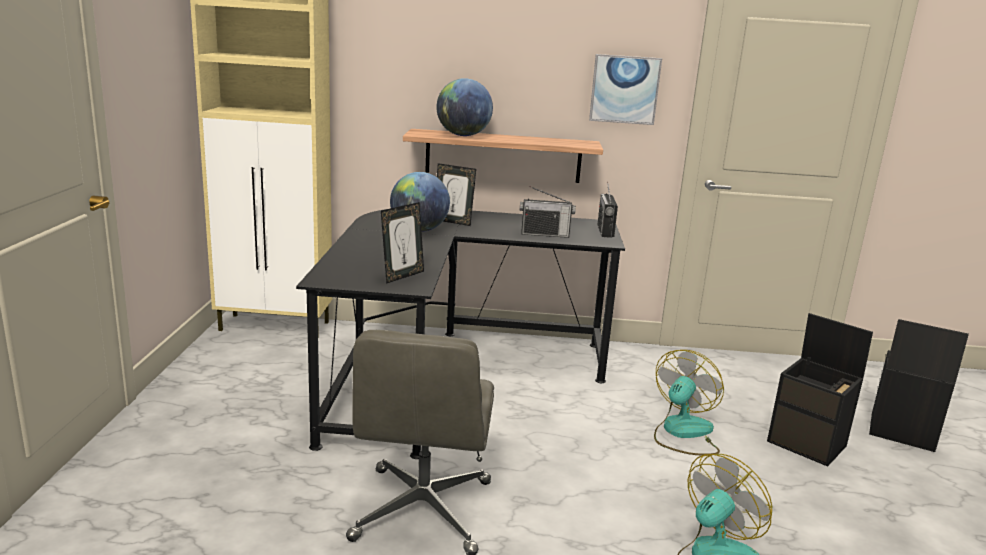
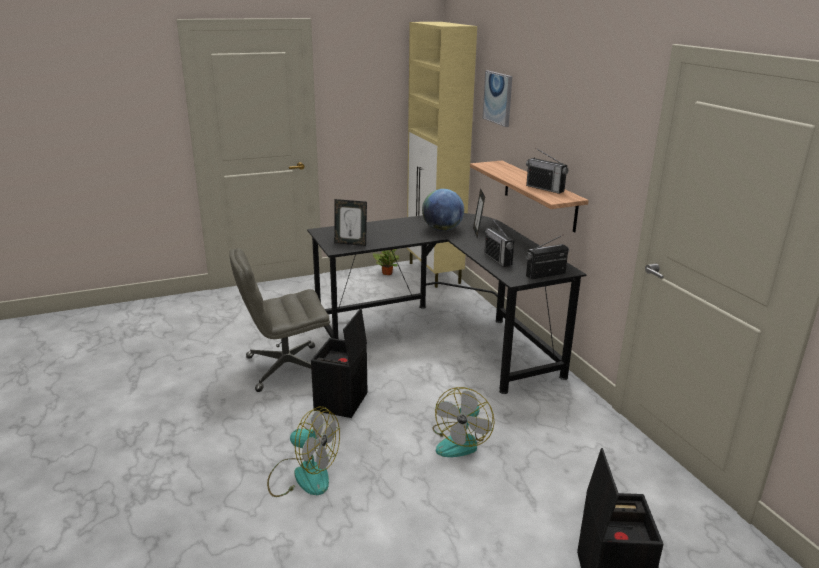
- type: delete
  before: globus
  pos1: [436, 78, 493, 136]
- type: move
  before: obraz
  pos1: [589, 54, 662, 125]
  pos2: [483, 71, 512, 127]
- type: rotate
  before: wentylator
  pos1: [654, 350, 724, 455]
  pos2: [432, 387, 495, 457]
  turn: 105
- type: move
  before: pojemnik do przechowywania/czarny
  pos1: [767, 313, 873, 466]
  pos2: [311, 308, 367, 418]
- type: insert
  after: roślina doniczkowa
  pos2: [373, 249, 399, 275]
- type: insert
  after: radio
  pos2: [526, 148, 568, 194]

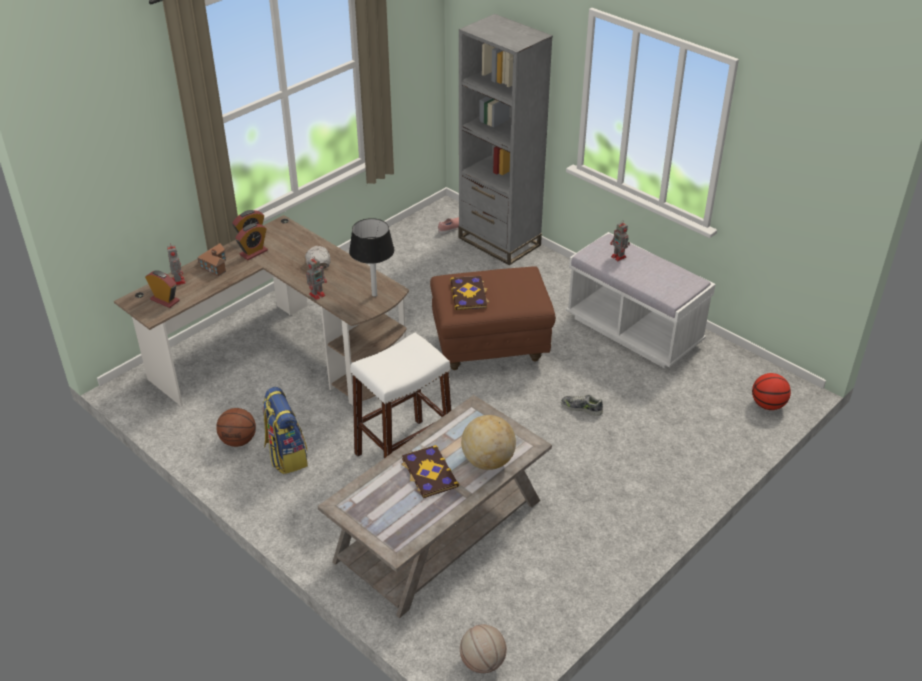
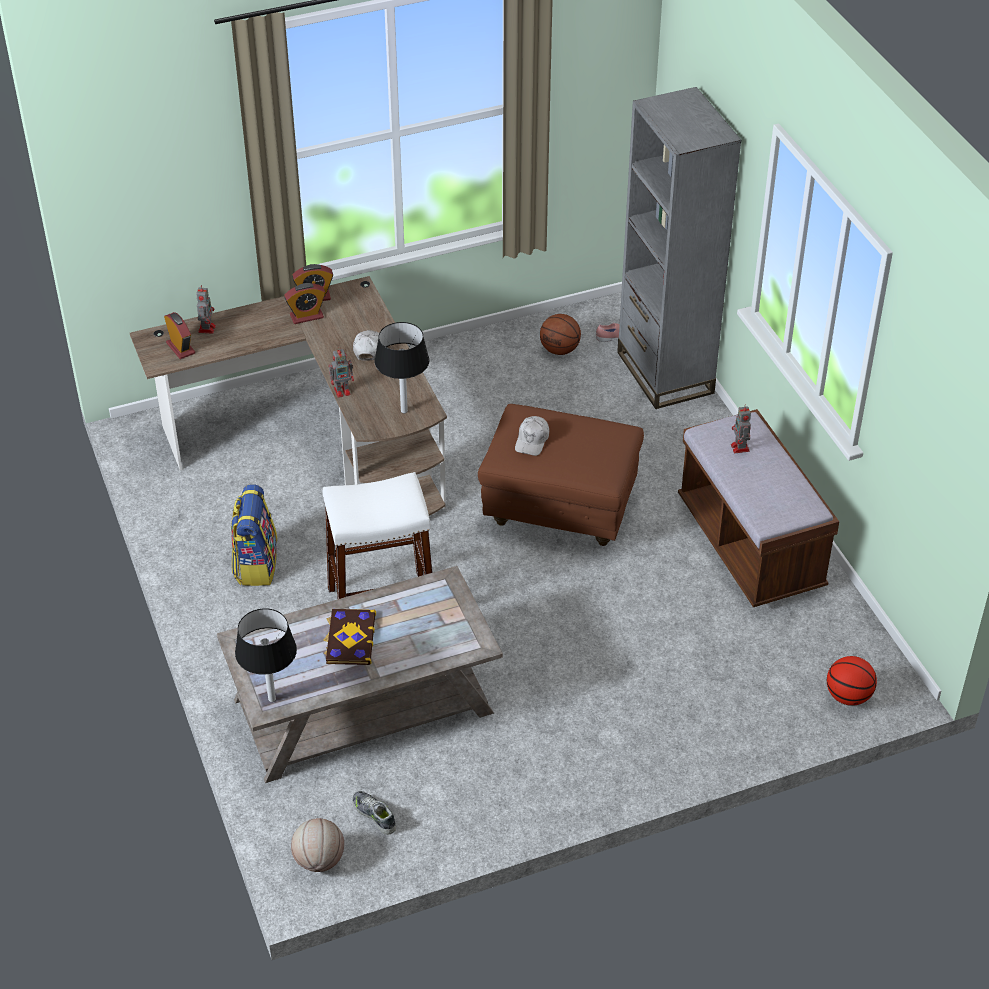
- type: delete
  before: domek
  pos1: [197, 243, 226, 277]
- type: move
  before: piłka do koszykówki
  pos1: [216, 408, 256, 447]
  pos2: [540, 314, 581, 355]
- type: replace
  before: książka
  after: czapka z daszkiem/biały
  pos1: [450, 276, 490, 310]
  pos2: [515, 416, 549, 456]
- type: delete
  before: globus
  pos1: [461, 415, 516, 470]
- type: move
  before: but
  pos1: [561, 394, 603, 416]
  pos2: [352, 791, 396, 835]
- type: recolor
  before: ławka/biały
  after: ławka/brązowy
  pos1: [566, 232, 716, 368]
  pos2: [678, 409, 839, 607]
- type: insert
  after: lampa stołowa/czarny
  pos2: [235, 608, 297, 702]

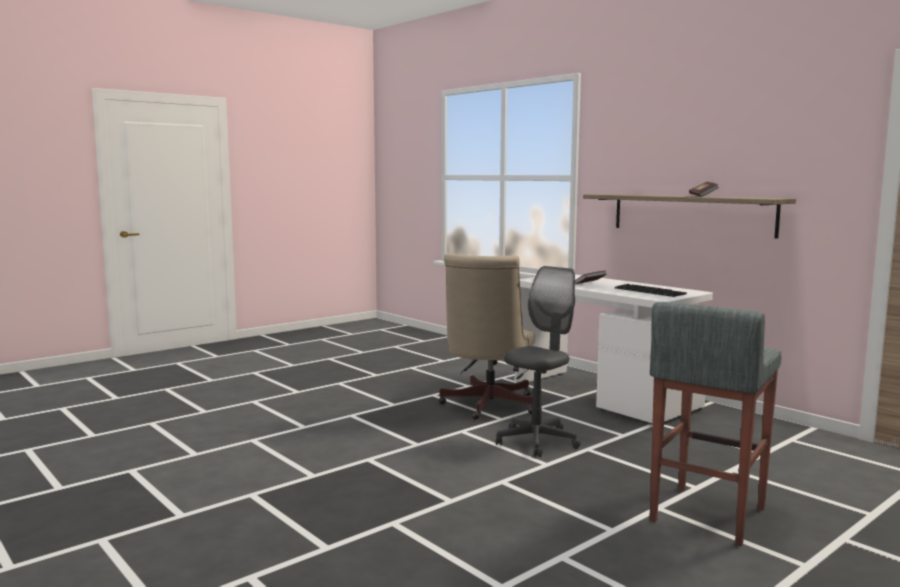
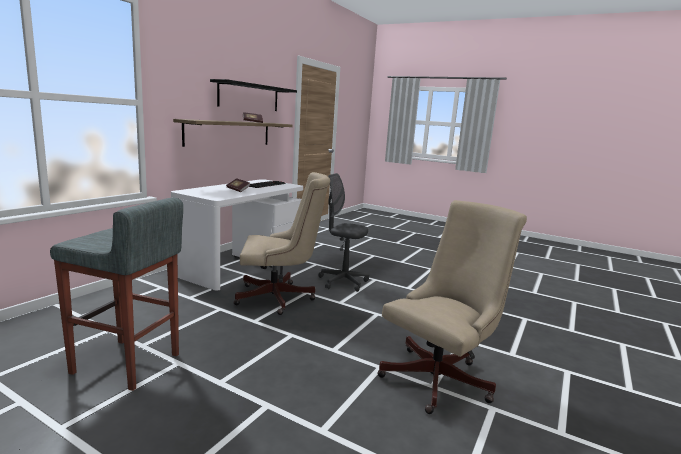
- type: move
  before: stołek/szary
  pos1: [649, 302, 781, 546]
  pos2: [50, 198, 183, 391]
- type: insert
  after: półka/czarny
  pos2: [210, 79, 297, 111]
- type: insert
  after: krzesło biurowe/beżowy
  pos2: [377, 200, 527, 414]

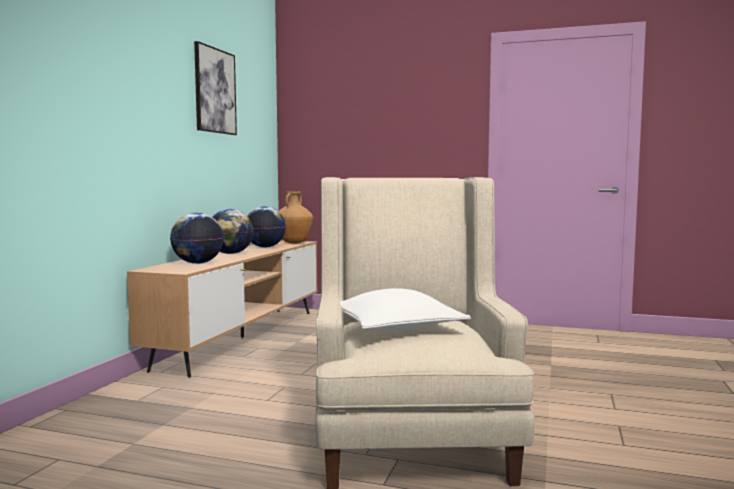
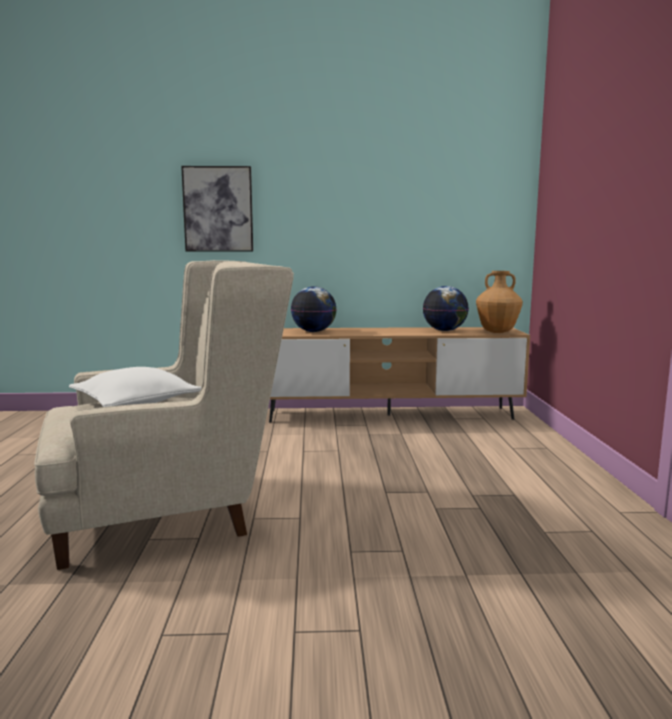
- type: move
  before: obraz
  pos1: [194, 41, 237, 135]
  pos2: [181, 166, 253, 252]
- type: delete
  before: globus
  pos1: [213, 209, 253, 254]

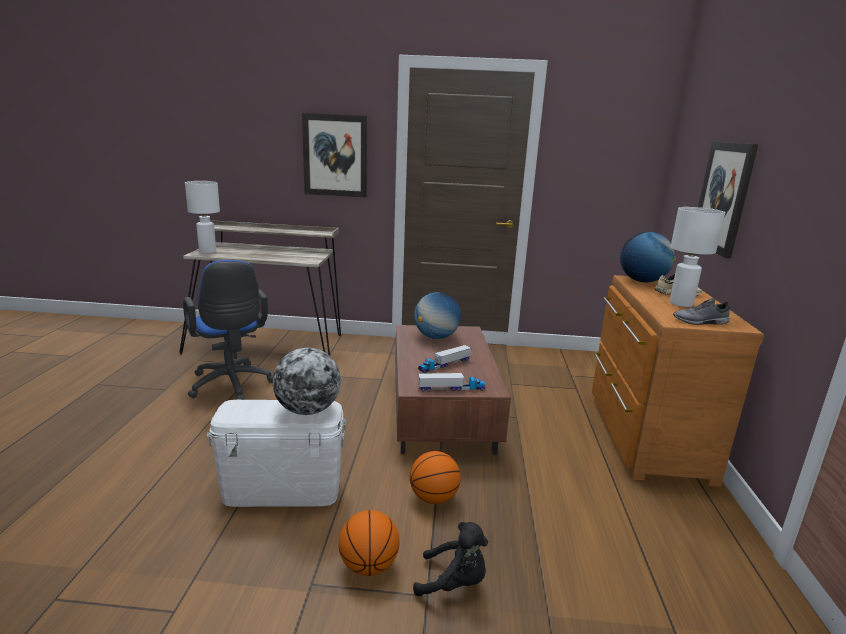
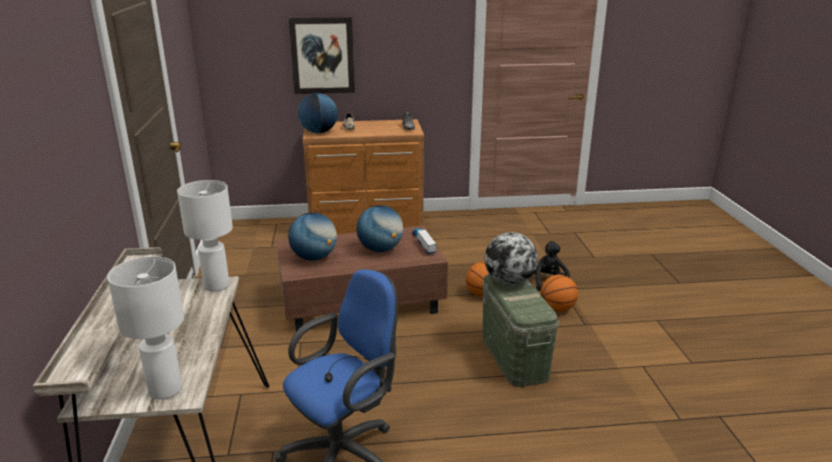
- type: recolor
  before: pojemnik do przechowywania/biały
  after: pojemnik do przechowywania/zielony
  pos1: [207, 400, 346, 507]
  pos2: [482, 273, 559, 387]
- type: delete
  before: obraz
  pos1: [302, 113, 368, 197]
- type: replace
  before: ciężarówka zabawkowa
  after: globus
  pos1: [418, 345, 471, 373]
  pos2: [357, 205, 403, 252]
- type: move
  before: lampa stołowa/biały
  pos1: [670, 207, 725, 307]
  pos2: [177, 180, 233, 292]

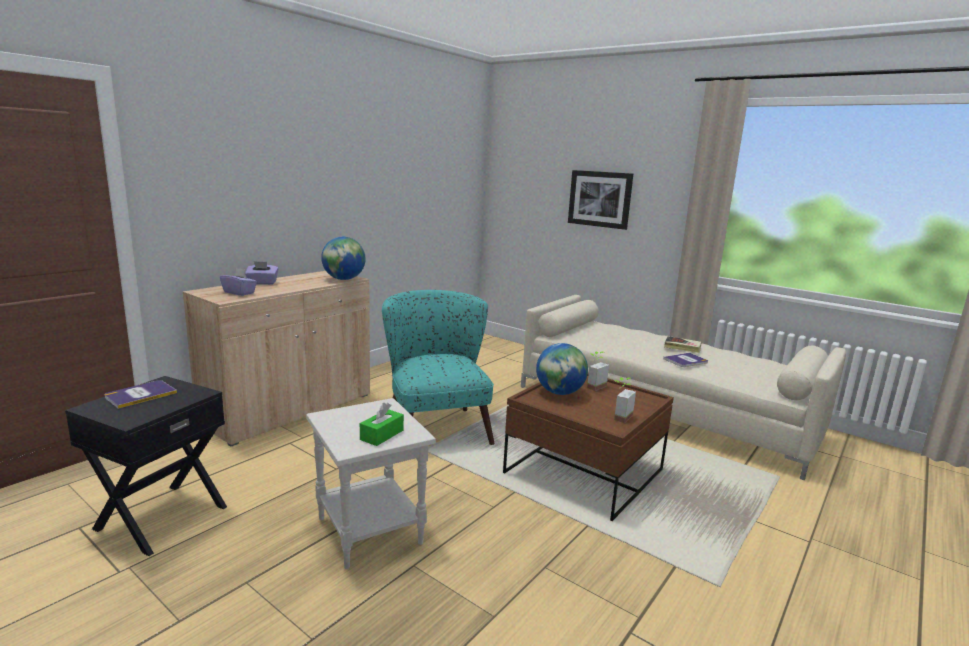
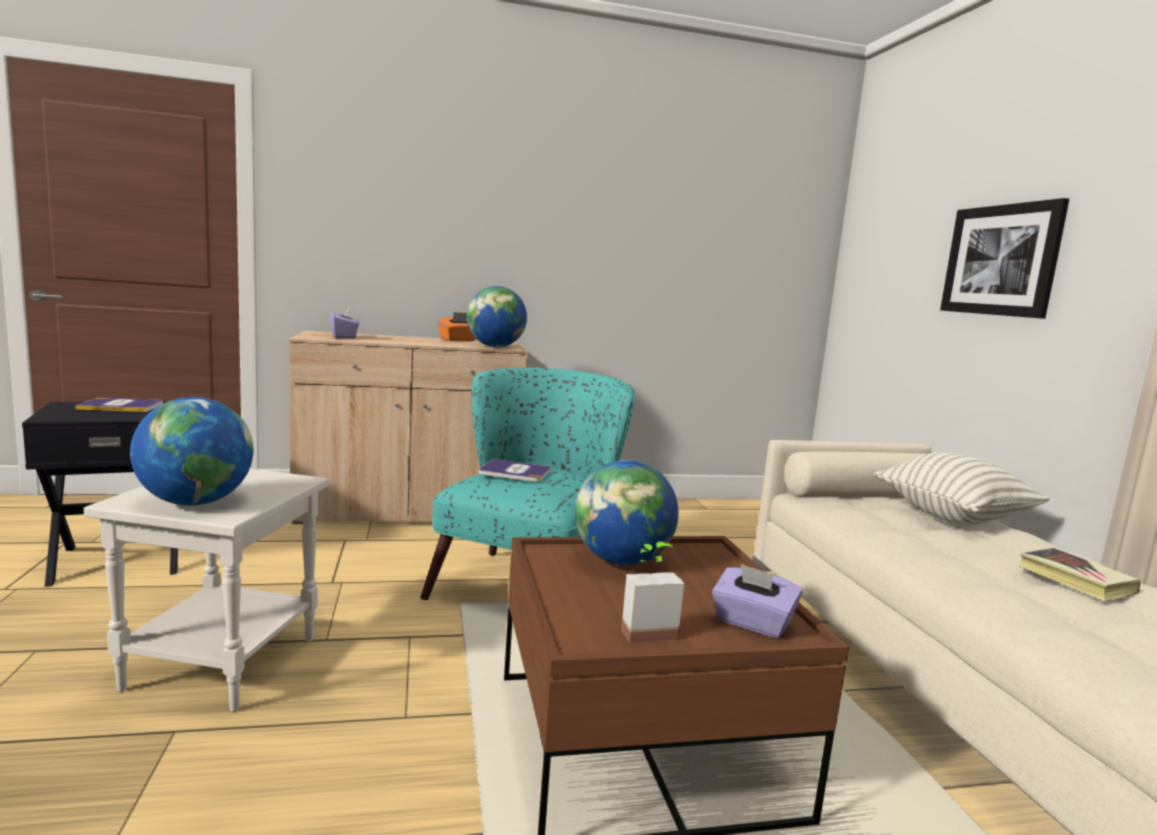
- type: move
  before: pudełko chusteczek/fioletowy
  pos1: [245, 261, 279, 285]
  pos2: [712, 564, 802, 638]
- type: replace
  before: pudełko chusteczek/zielony
  after: globus
  pos1: [360, 403, 404, 446]
  pos2: [130, 397, 253, 506]
- type: delete
  before: roślina doniczkowa
  pos1: [587, 352, 609, 391]
- type: move
  before: książka
  pos1: [663, 353, 708, 367]
  pos2: [479, 459, 551, 482]
- type: insert
  after: pudełko chusteczek/pomarańczowy
  pos2: [438, 312, 476, 341]
- type: insert
  after: poduszka
  pos2: [874, 452, 1050, 525]

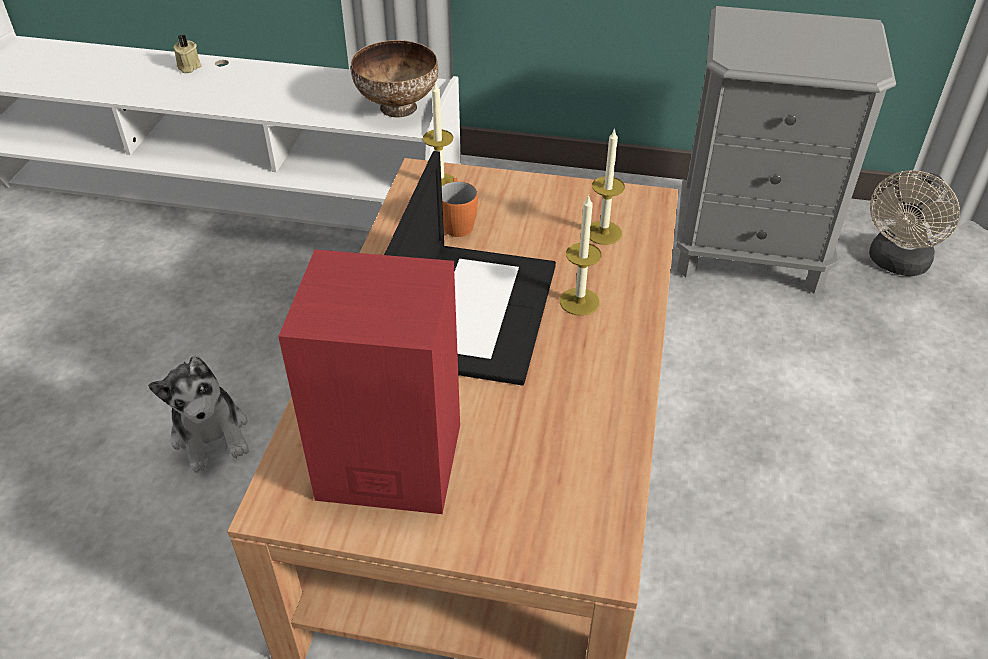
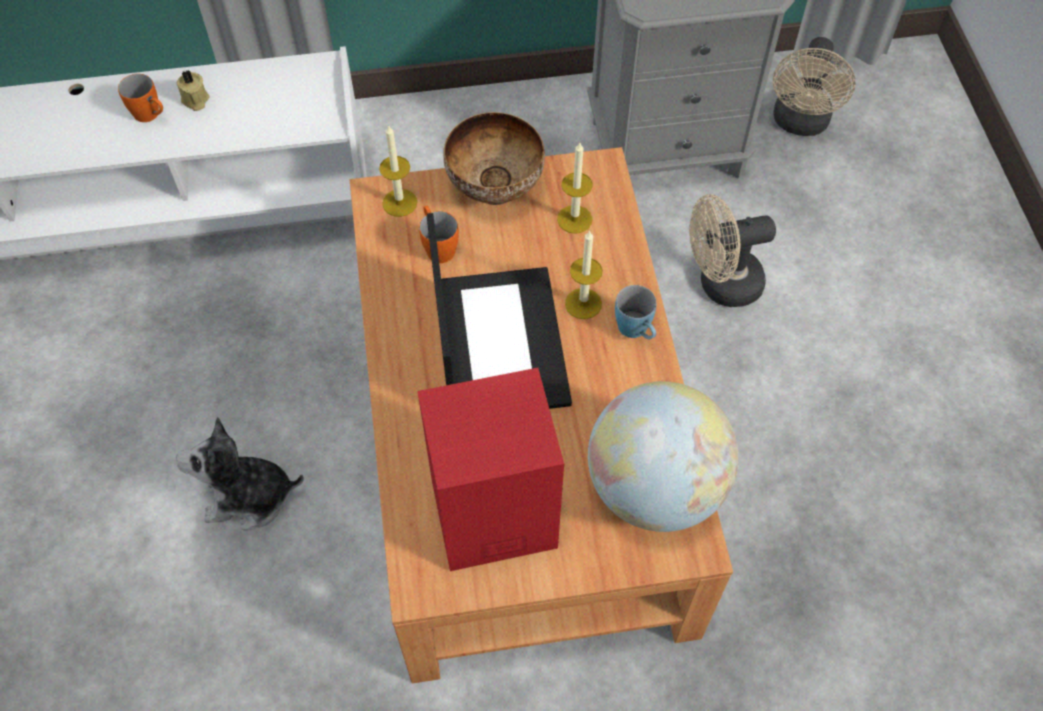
- type: rotate
  before: pluszak
  pos1: [148, 355, 249, 473]
  pos2: [176, 417, 304, 531]
  turn: 135
- type: move
  before: świeca/beżowy
  pos1: [173, 34, 201, 73]
  pos2: [177, 70, 210, 111]
- type: move
  before: miska
  pos1: [351, 40, 439, 117]
  pos2: [443, 112, 545, 205]
- type: insert
  after: kubek/pomarańczowy
  pos2: [118, 74, 163, 122]
- type: insert
  after: globus
  pos2: [588, 381, 739, 532]
- type: insert
  after: kubek/niebieski
  pos2: [615, 285, 656, 339]
- type: insert
  after: wentylator/beżowy
  pos2: [689, 194, 776, 307]

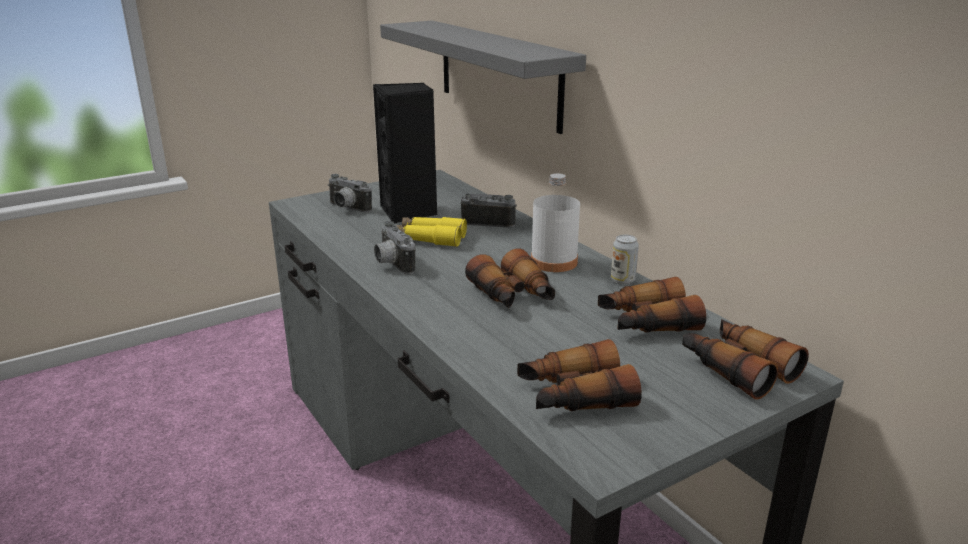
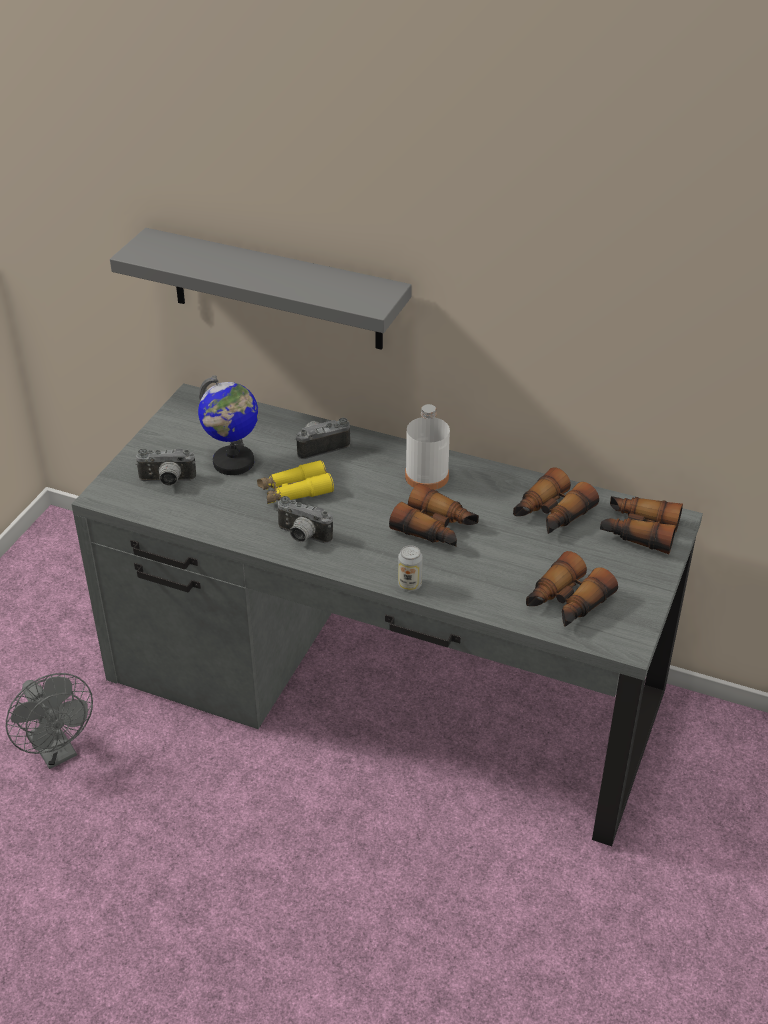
- type: replace
  before: głośnik/czarny
  after: globus
  pos1: [373, 83, 437, 223]
  pos2: [198, 375, 258, 475]
- type: move
  before: puszka
  pos1: [611, 235, 639, 284]
  pos2: [398, 545, 423, 591]
- type: insert
  after: wentylator/szary
  pos2: [6, 673, 93, 769]

